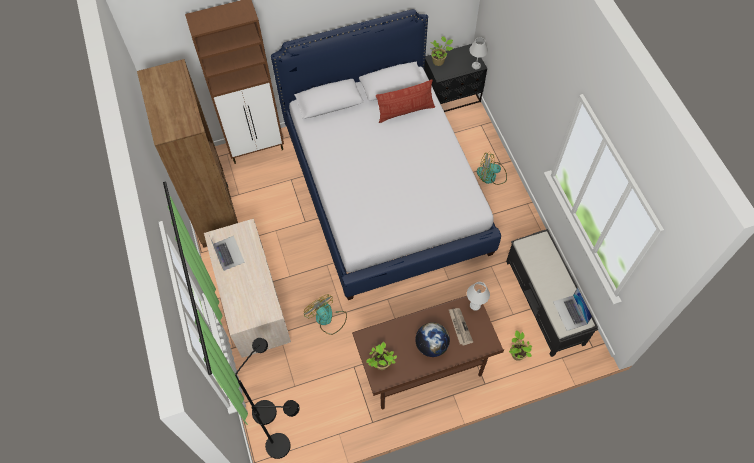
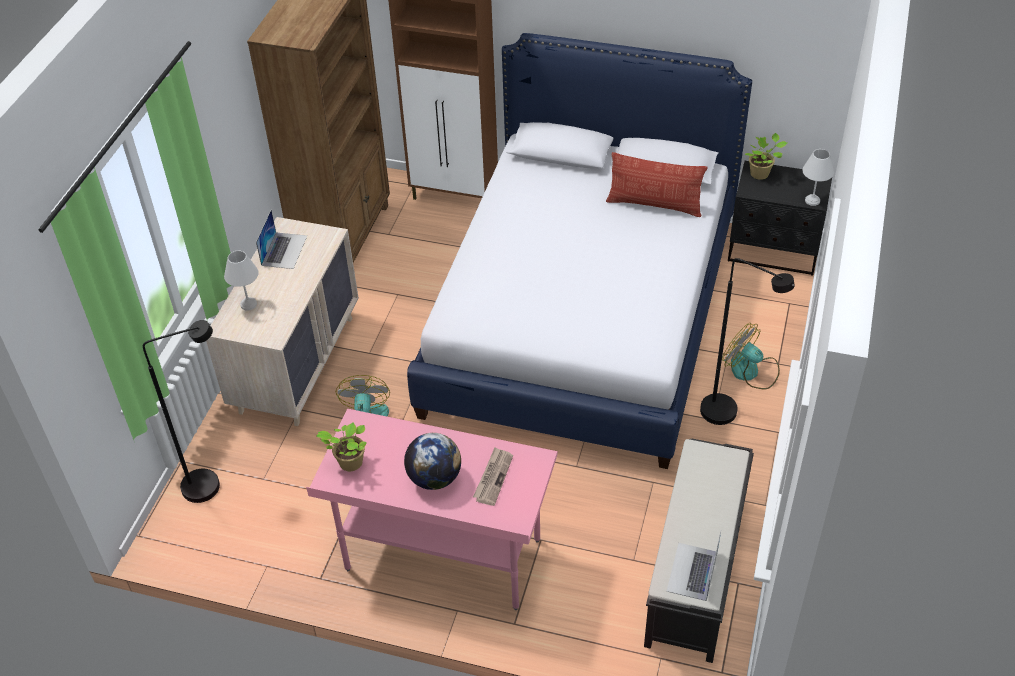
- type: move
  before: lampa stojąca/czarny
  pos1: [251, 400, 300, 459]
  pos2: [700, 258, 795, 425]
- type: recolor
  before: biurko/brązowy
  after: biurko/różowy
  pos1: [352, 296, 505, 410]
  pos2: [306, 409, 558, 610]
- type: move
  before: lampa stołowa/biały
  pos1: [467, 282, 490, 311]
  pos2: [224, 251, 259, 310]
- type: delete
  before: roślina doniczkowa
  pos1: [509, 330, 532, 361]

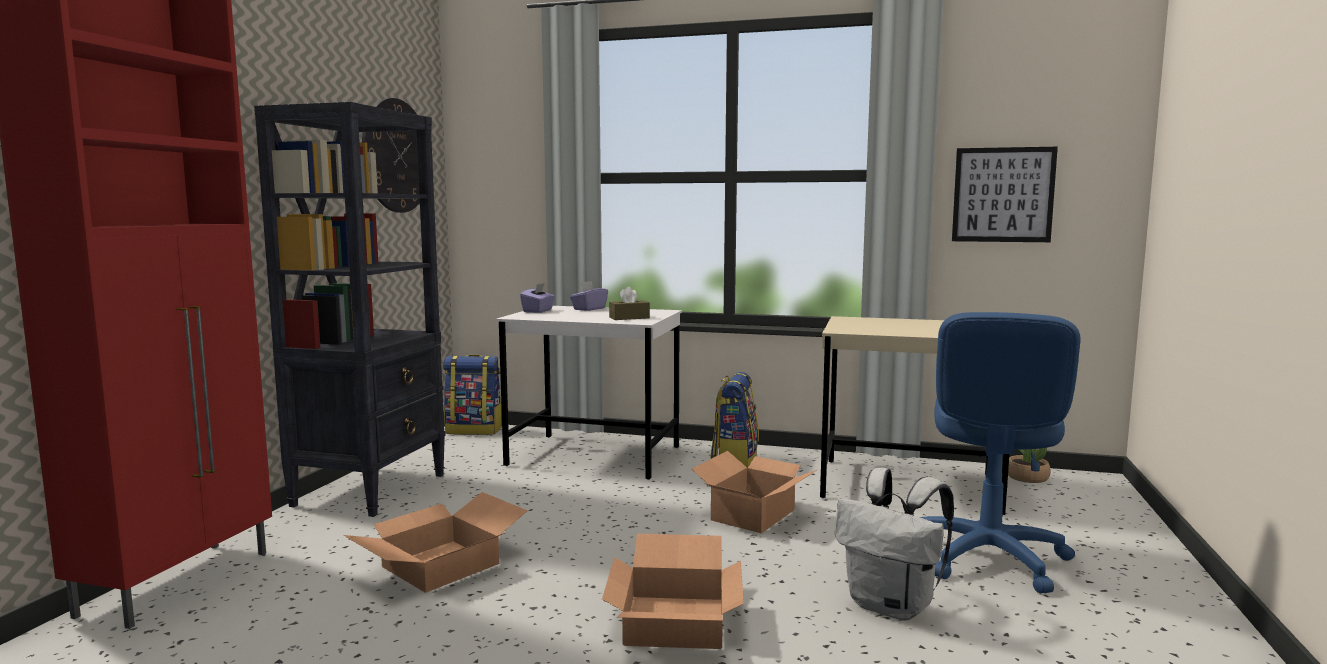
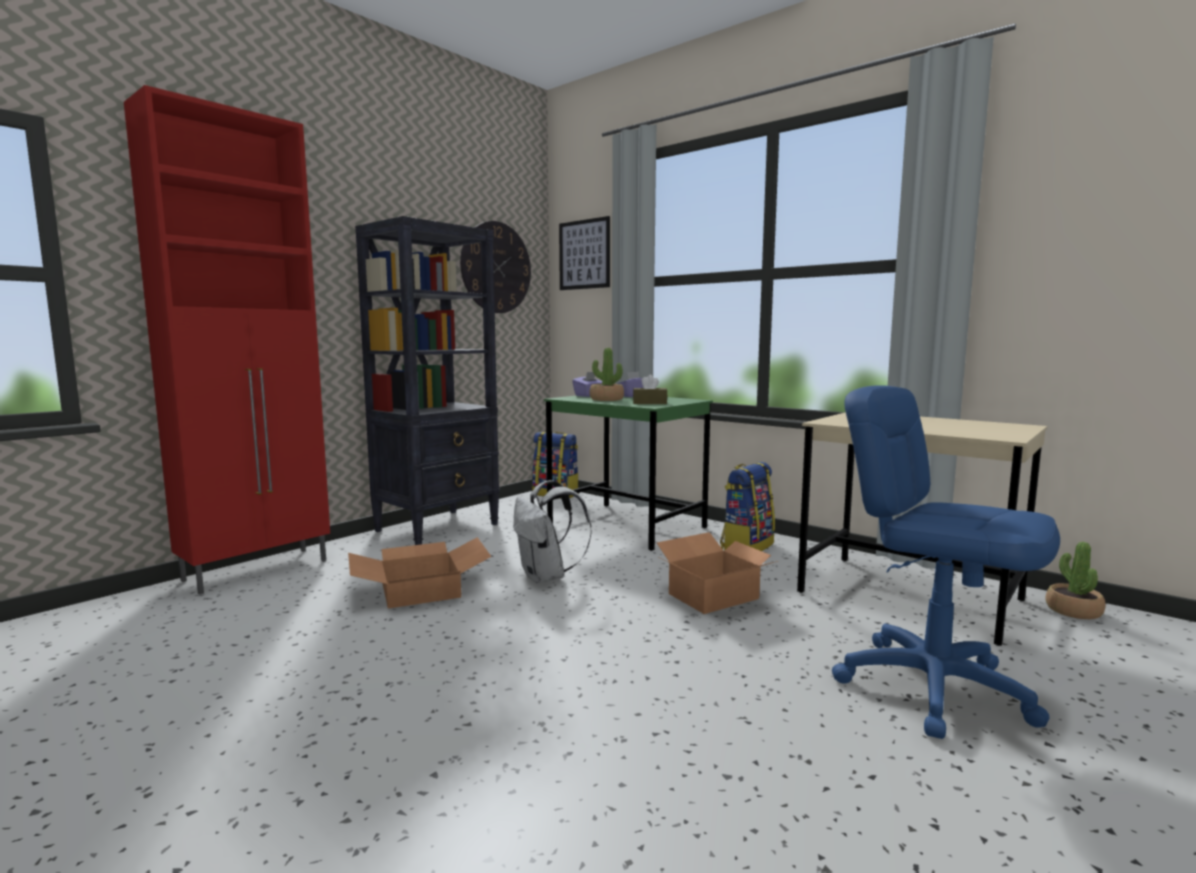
- type: recolor
  before: biurko/biały
  after: biurko/zielony
  pos1: [496, 306, 682, 480]
  pos2: [544, 396, 713, 551]
- type: delete
  before: karton
  pos1: [602, 534, 744, 649]
- type: move
  before: plecak/biały
  pos1: [835, 468, 954, 621]
  pos2: [513, 480, 592, 583]
- type: rotate
  before: krzesło biurowe/niebieski
  pos1: [920, 312, 1080, 593]
  pos2: [832, 385, 1060, 739]
  turn: 90
- type: move
  before: obraz
  pos1: [952, 147, 1058, 242]
  pos2: [559, 216, 610, 290]
- type: insert
  after: roślina doniczkowa
  pos2: [590, 348, 624, 401]

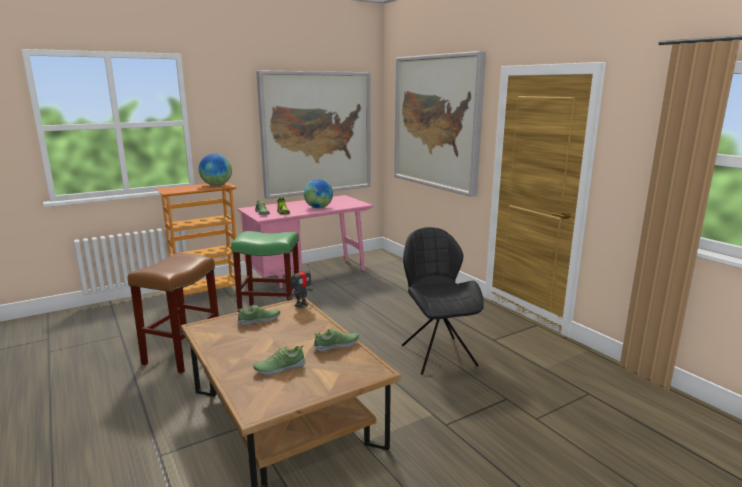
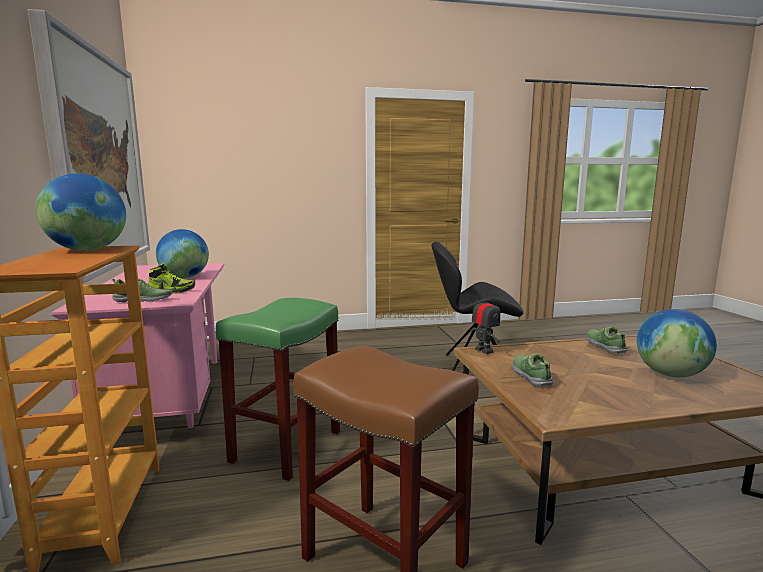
- type: replace
  before: but
  after: globus
  pos1: [253, 346, 305, 376]
  pos2: [637, 309, 717, 377]
- type: delete
  before: obraz
  pos1: [394, 51, 486, 197]

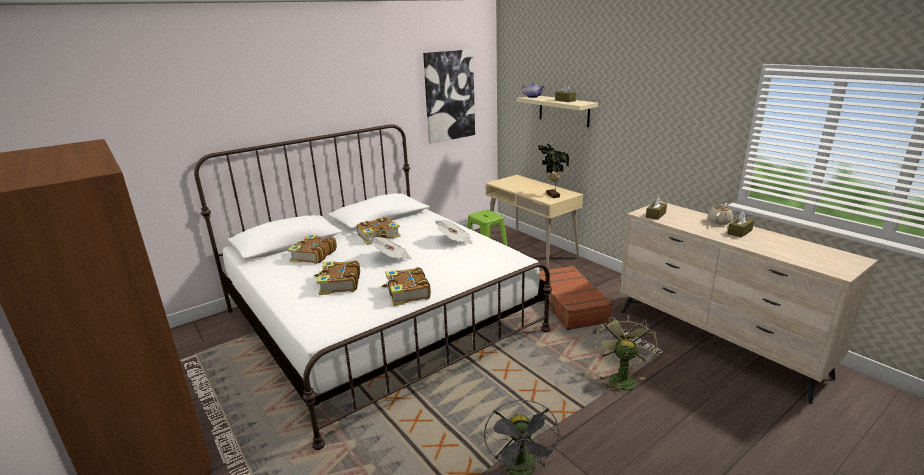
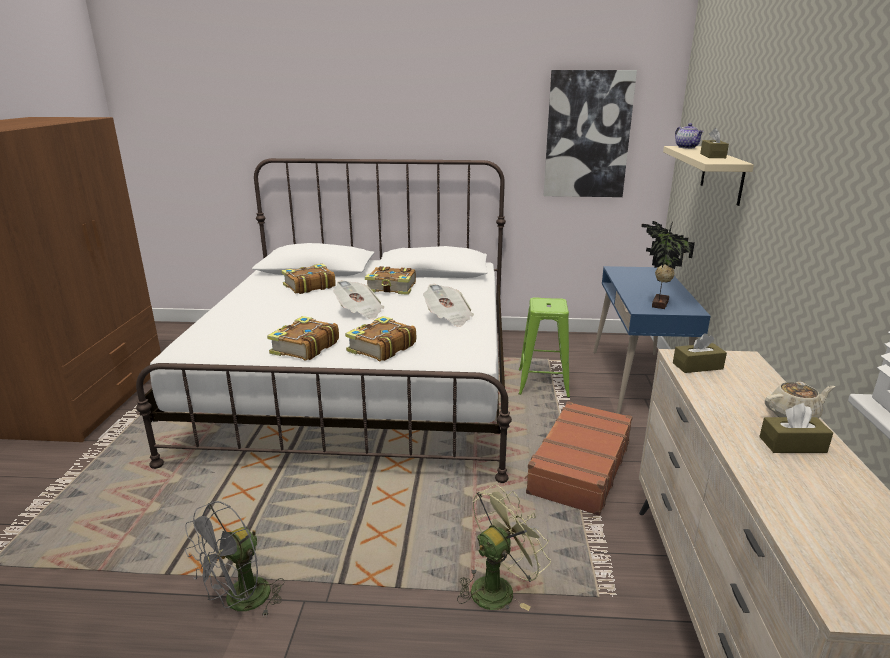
- type: move
  before: książka
  pos1: [313, 260, 360, 295]
  pos2: [345, 316, 416, 361]
- type: recolor
  before: biurko/beżowy
  after: biurko/niebieski
  pos1: [485, 175, 583, 270]
  pos2: [593, 266, 711, 414]

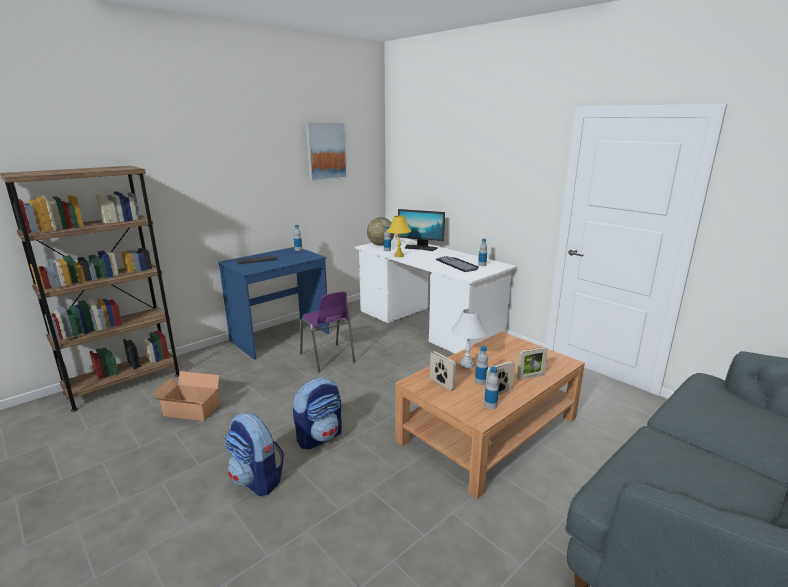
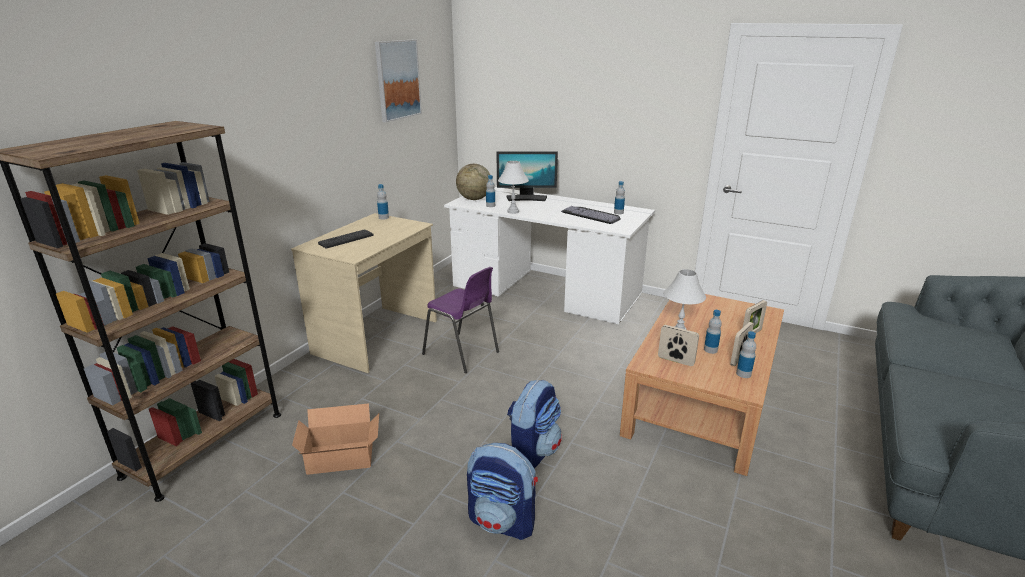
- type: recolor
  before: biurko/niebieski
  after: biurko/beżowy
  pos1: [218, 247, 329, 360]
  pos2: [291, 213, 437, 373]
- type: recolor
  before: lampa stołowa/żółty
  after: lampa stołowa/biały
  pos1: [387, 216, 411, 257]
  pos2: [498, 161, 529, 214]

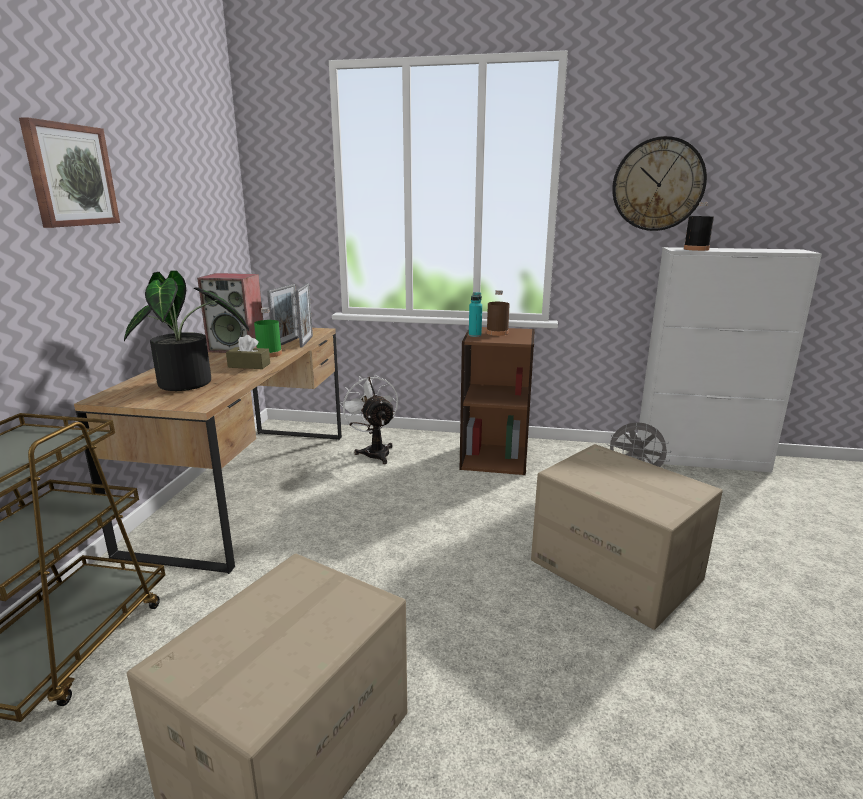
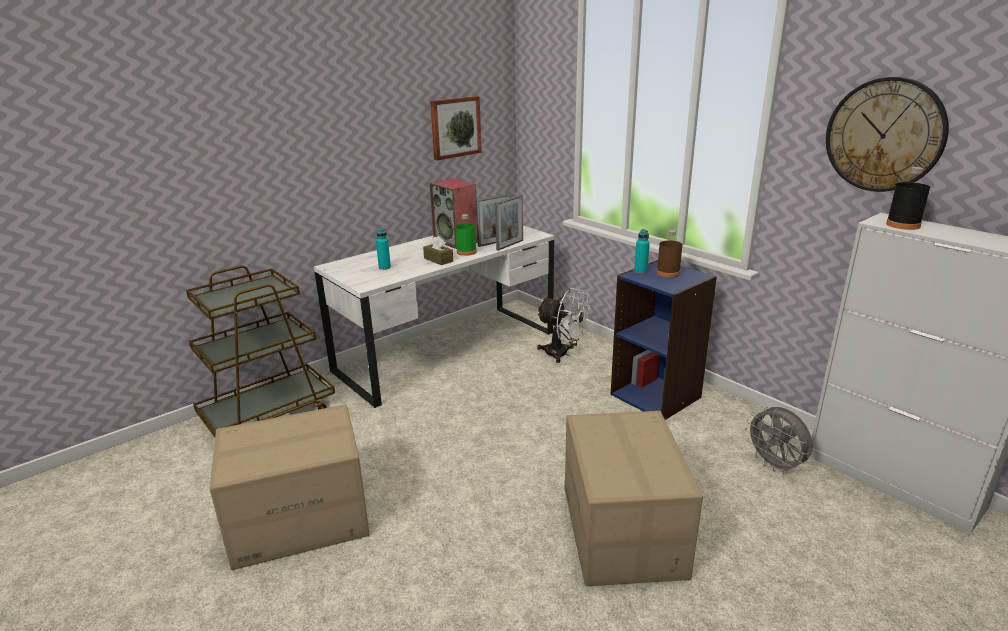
- type: move
  before: obraz
  pos1: [19, 117, 120, 228]
  pos2: [430, 96, 482, 160]
- type: recolor
  before: biurko/brązowy
  after: biurko/biały
  pos1: [74, 328, 342, 574]
  pos2: [314, 226, 554, 408]
- type: replace
  before: roślina doniczkowa
  after: butelka/turkusowy
  pos1: [124, 270, 249, 391]
  pos2: [376, 227, 391, 270]
- type: rotate
  before: wentylator/biały
  pos1: [340, 375, 398, 464]
  pos2: [537, 288, 590, 363]
  turn: 105
- type: recolor
  before: regał/brązowy
  after: regał/niebieski
  pos1: [460, 327, 535, 475]
  pos2: [611, 260, 717, 420]

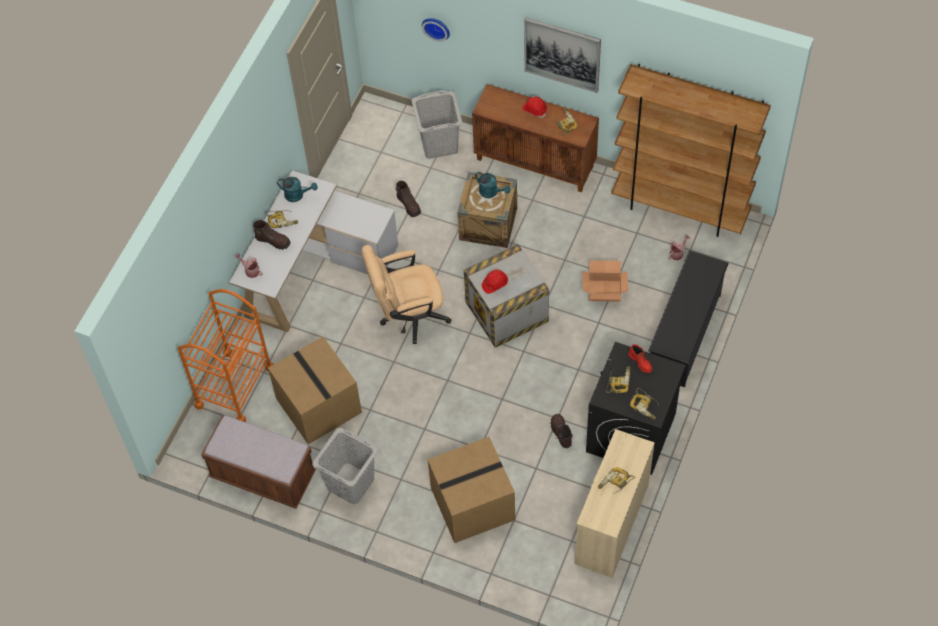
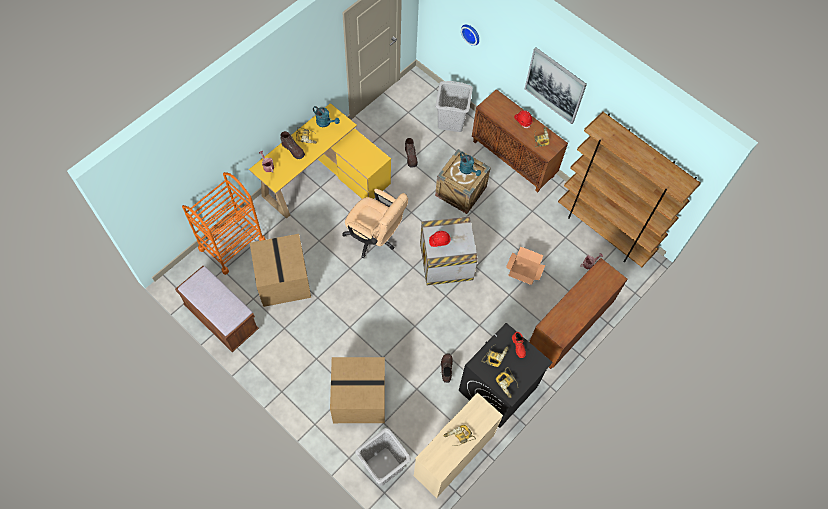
- type: recolor
  before: biurko/biały
  after: biurko/żółty
  pos1: [229, 170, 398, 332]
  pos2: [249, 103, 391, 219]
- type: move
  before: kosz na pranie/szary
  pos1: [312, 428, 378, 504]
  pos2: [355, 428, 411, 486]
- type: rotate
  before: krzesło biurowe/beżowy
  pos1: [361, 245, 452, 344]
  pos2: [342, 189, 408, 258]
  turn: -150
- type: replace
  before: regał na buty/czarny
  after: szafka/brązowy
  pos1: [648, 250, 729, 387]
  pos2: [529, 258, 628, 369]

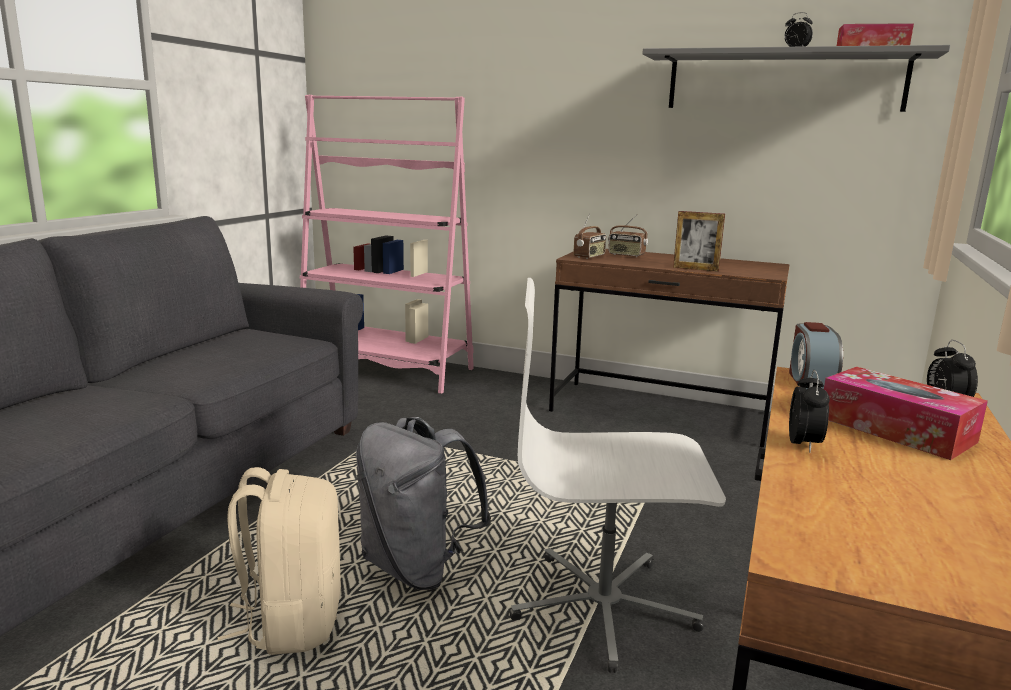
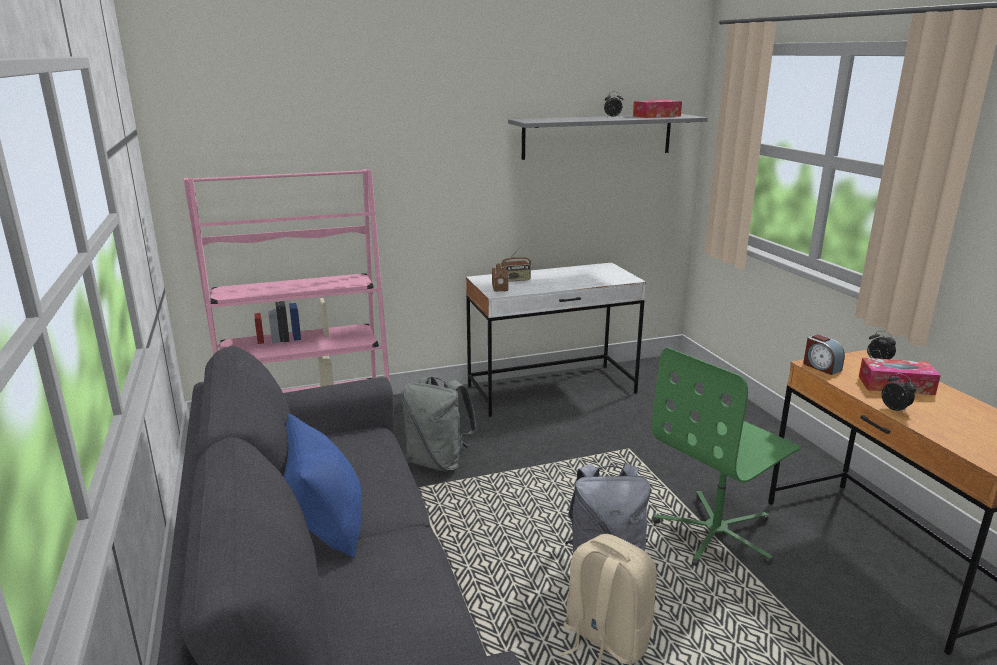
- type: recolor
  before: krzesło biurowe/biały
  after: krzesło biurowe/zielony
  pos1: [510, 278, 726, 673]
  pos2: [652, 347, 801, 566]
- type: recolor
  before: biurko/brązowy
  after: biurko/biały
  pos1: [549, 249, 790, 448]
  pos2: [466, 263, 646, 417]
- type: delete
  before: ramka na zdjęcie
  pos1: [673, 211, 725, 272]
- type: insert
  after: poduszka/niebieski
  pos2: [284, 414, 361, 558]
- type: insert
  after: plecak/szary
  pos2: [402, 376, 477, 472]

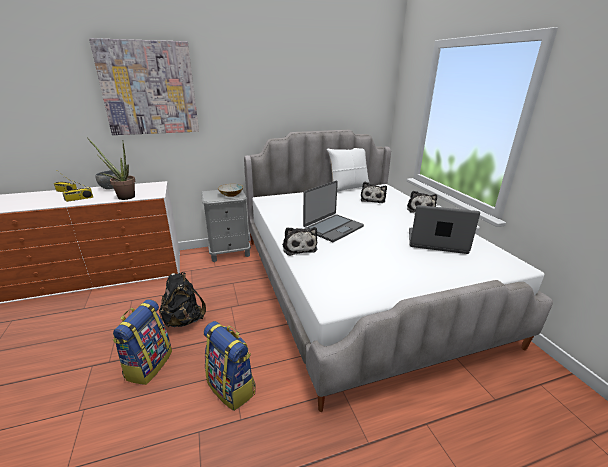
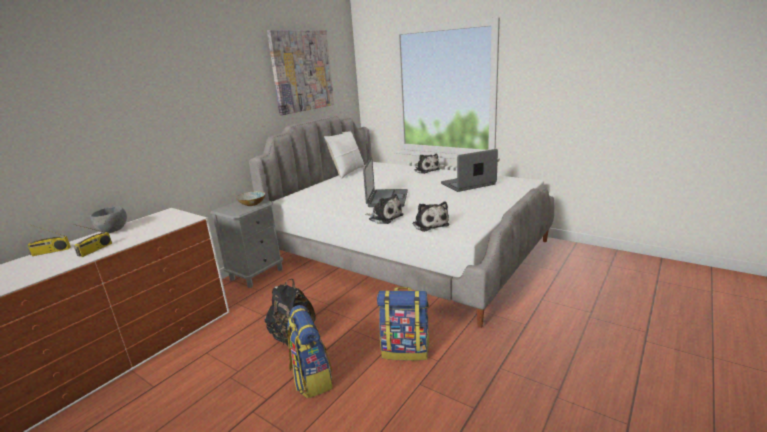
- type: delete
  before: roślina doniczkowa
  pos1: [87, 138, 136, 200]
- type: move
  before: obraz
  pos1: [89, 38, 199, 135]
  pos2: [267, 30, 334, 115]
- type: move
  before: pluszak
  pos1: [361, 182, 387, 203]
  pos2: [412, 201, 449, 232]

